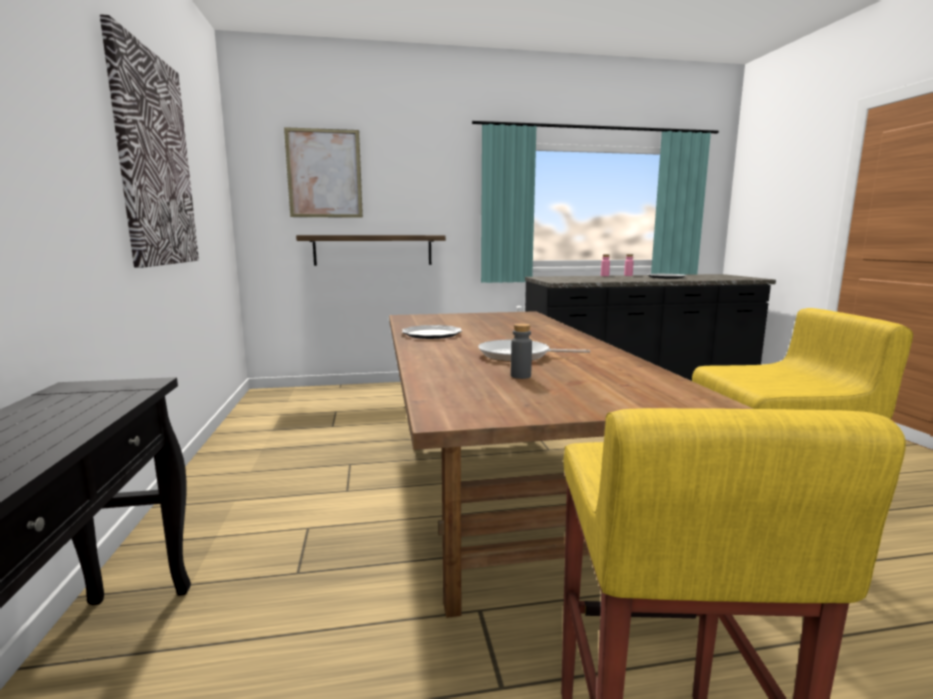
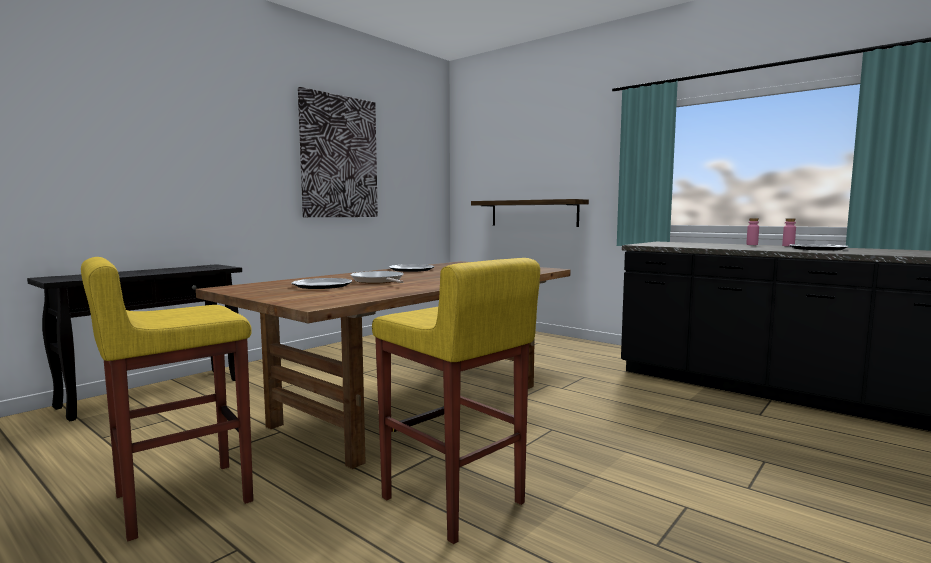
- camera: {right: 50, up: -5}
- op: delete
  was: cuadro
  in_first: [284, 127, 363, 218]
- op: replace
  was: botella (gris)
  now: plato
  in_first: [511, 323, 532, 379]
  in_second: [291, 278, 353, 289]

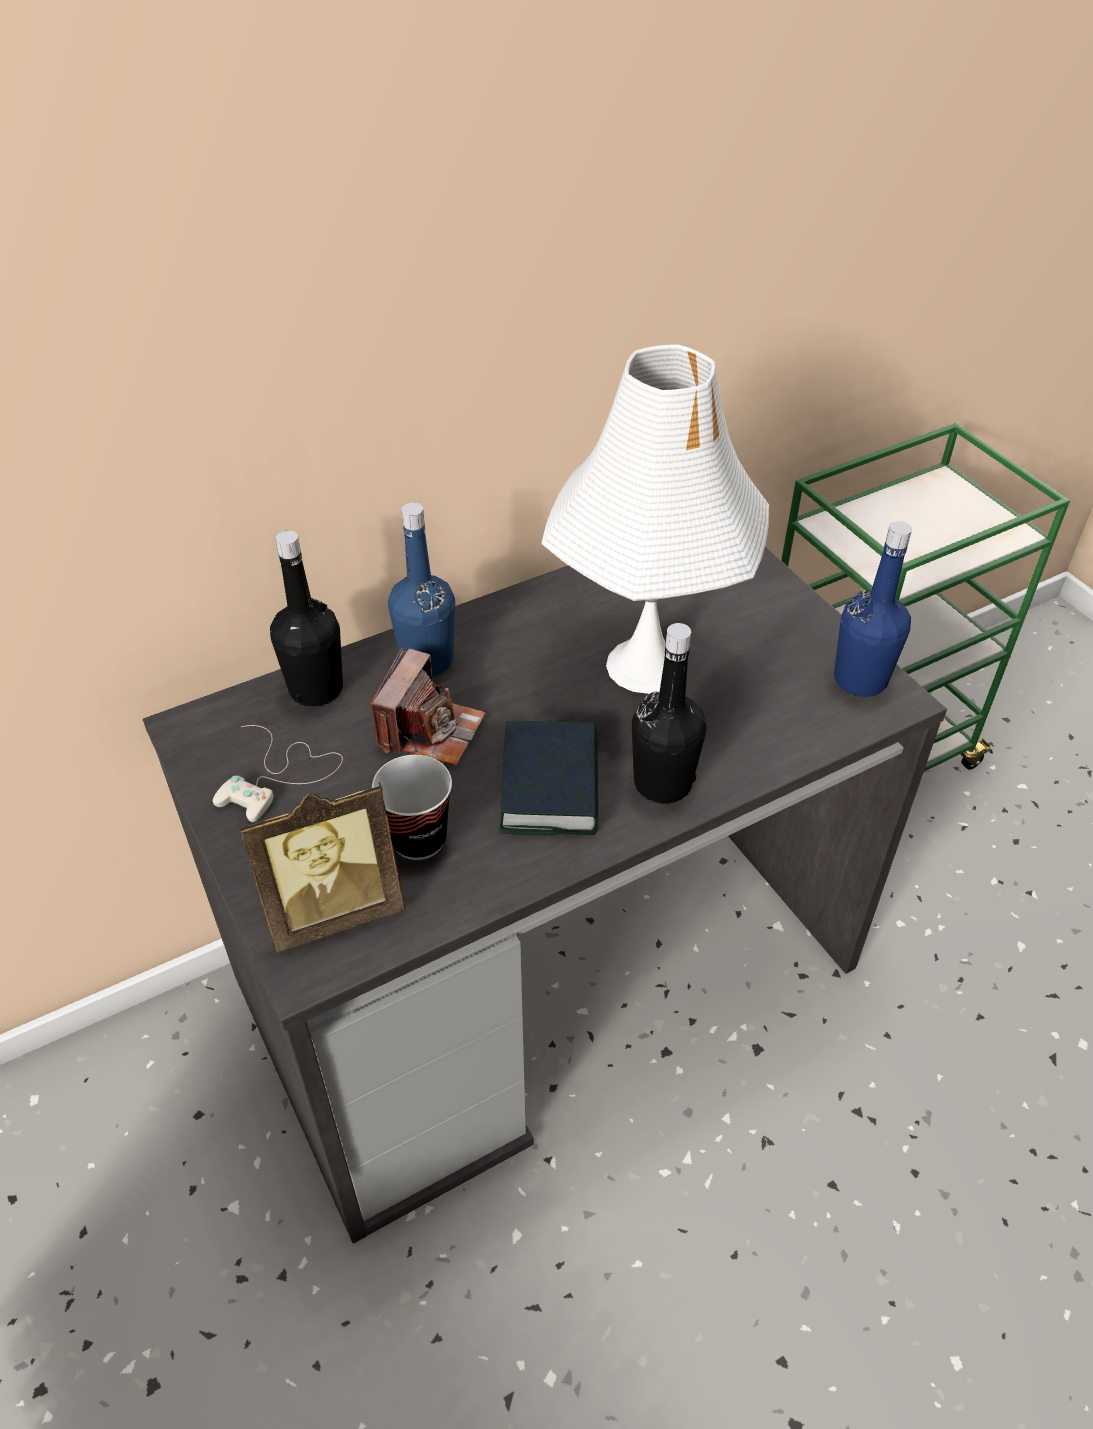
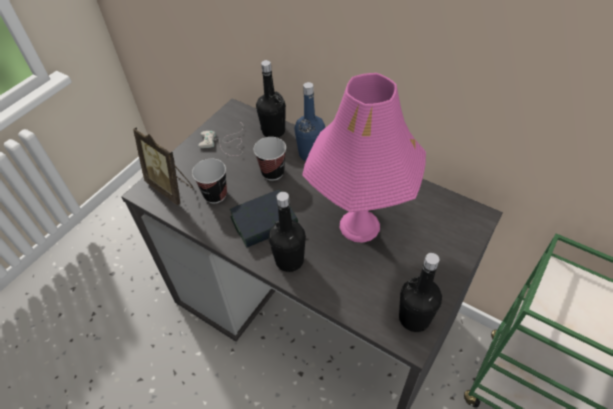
- camera: {right: 65, up: 5}
- op: replace
  was: cámara
  now: taza
  in_first: [371, 648, 486, 766]
  in_second: [254, 137, 286, 181]
- op: recolor
  was: lámpara de mesa (blanco)
  now: lámpara de mesa (rosa)
  in_first: [541, 345, 769, 694]
  in_second: [302, 73, 426, 243]
- op: recolor
  was: botella (azul)
  now: botella (negro)
  in_first: [834, 521, 912, 697]
  in_second: [399, 253, 442, 332]

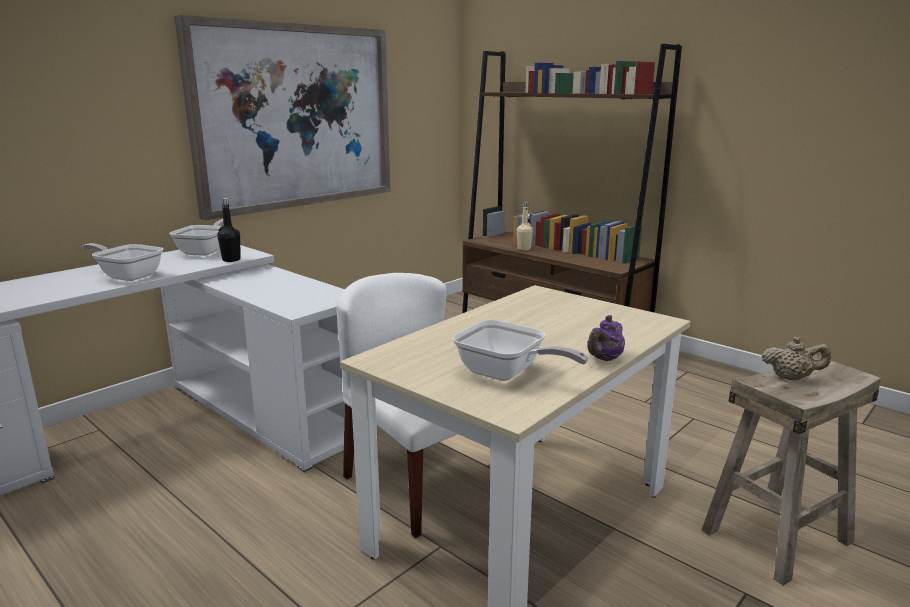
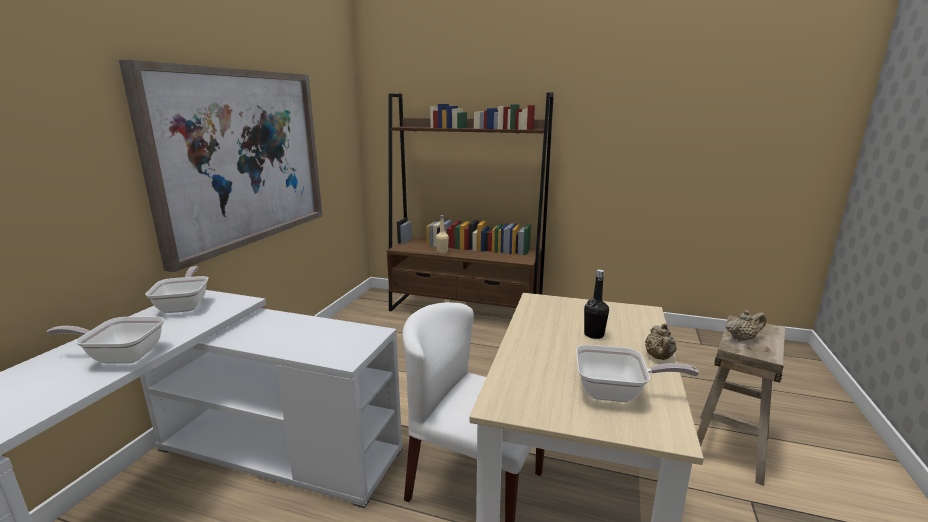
- camera: {right: -25, up: 0}
- op: move
  was: botella (negro)
  in_first: [217, 198, 241, 262]
  in_second: [584, 269, 609, 339]
- op: recolor
  was: tetera (morado)
  now: tetera (beis)
  in_first: [587, 315, 625, 361]
  in_second: [645, 323, 677, 360]

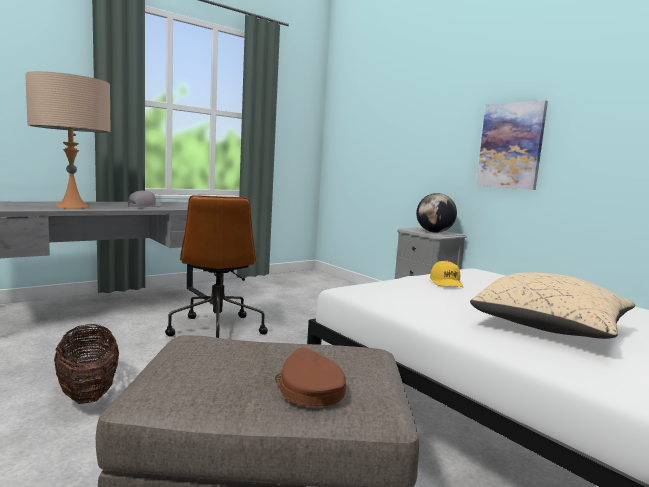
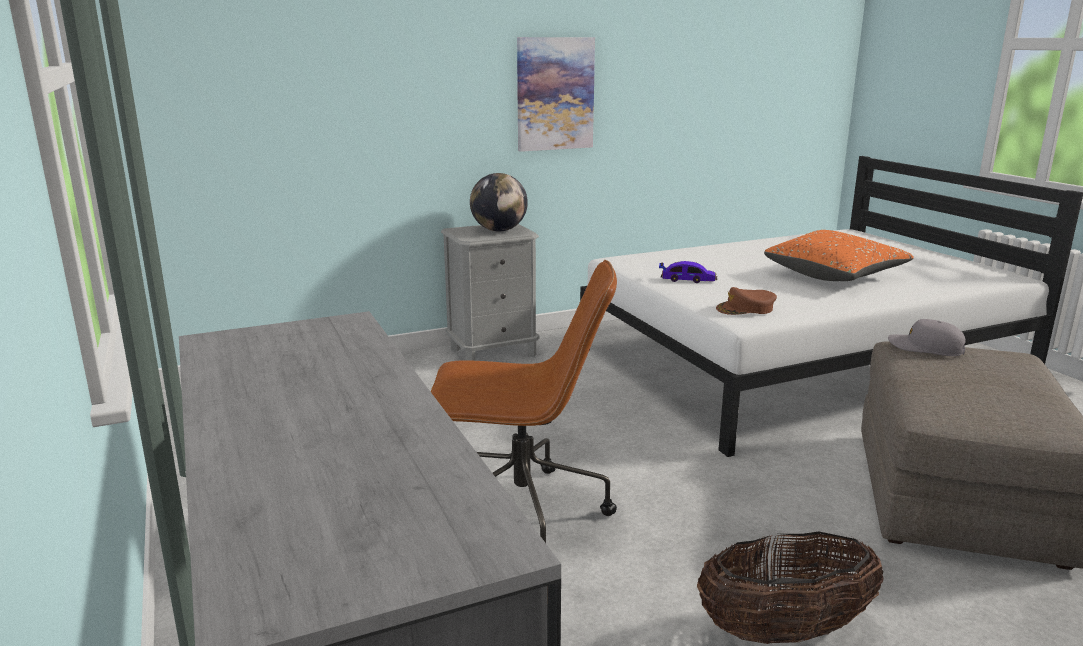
- camera: {right: -75, up: 10}
- op: delete
  was: lámpara de mesa (beis)
  in_first: [25, 71, 111, 209]
- op: move
  was: gorra (gris)
  in_first: [128, 190, 162, 207]
  in_second: [888, 319, 966, 356]
- op: move
  was: gorra (marrón)
  in_first: [275, 348, 346, 407]
  in_second: [716, 287, 777, 315]
- op: replace
  was: gorra (amarillo)
  now: coche de juguete
  in_first: [430, 261, 463, 287]
  in_second: [659, 261, 717, 283]
- op: recolor
  was: cojín (beis)
  now: cojín (naranja)
  in_first: [470, 272, 636, 339]
  in_second: [764, 230, 914, 281]

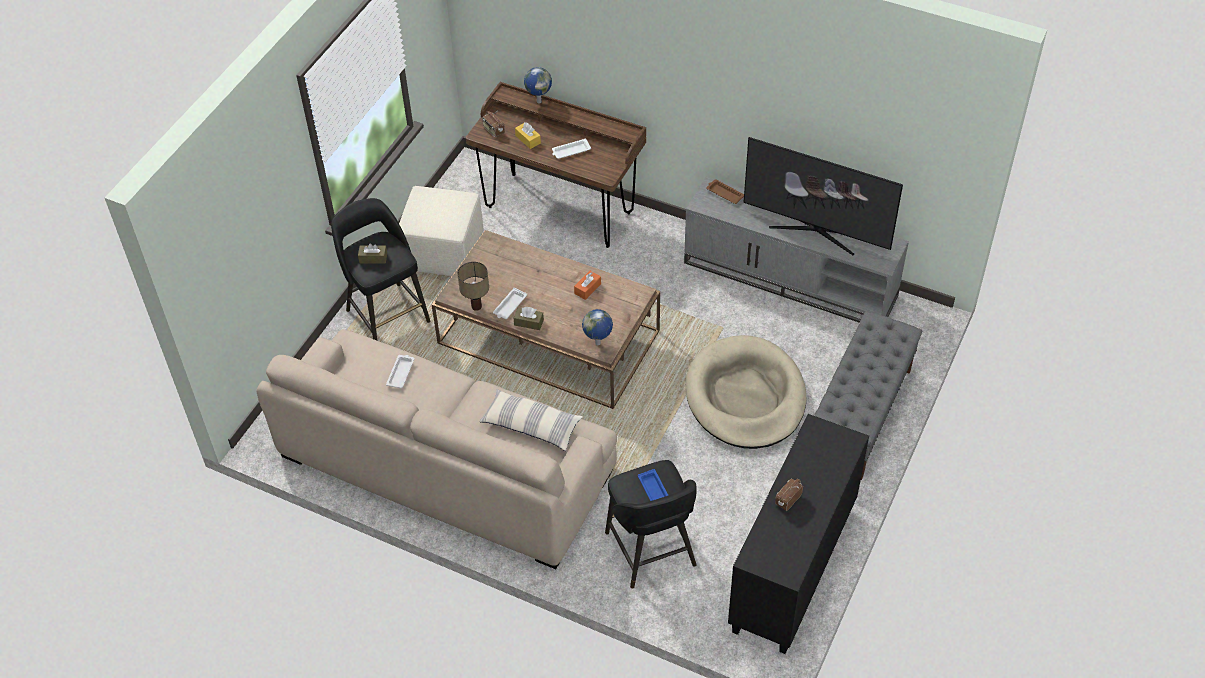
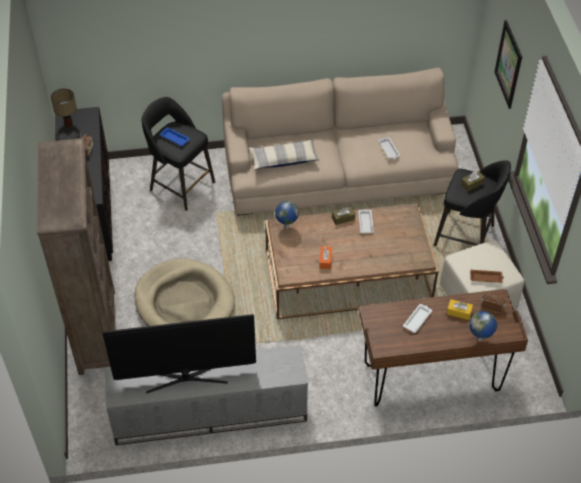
- camera: {right: 145, up: 0}
- op: move
  was: lámpara de mesa
  in_first: [457, 262, 489, 311]
  in_second: [51, 88, 77, 128]
- op: move
  was: bandeja (marrón)
  in_first: [706, 179, 744, 204]
  in_second: [470, 270, 504, 283]
- op: replace
  was: banco (gris)
  now: estantería (marrón)
  in_first: [814, 311, 922, 480]
  in_second: [37, 138, 115, 375]
- op: insert
  now: cuadro
  in_second: [495, 20, 522, 109]

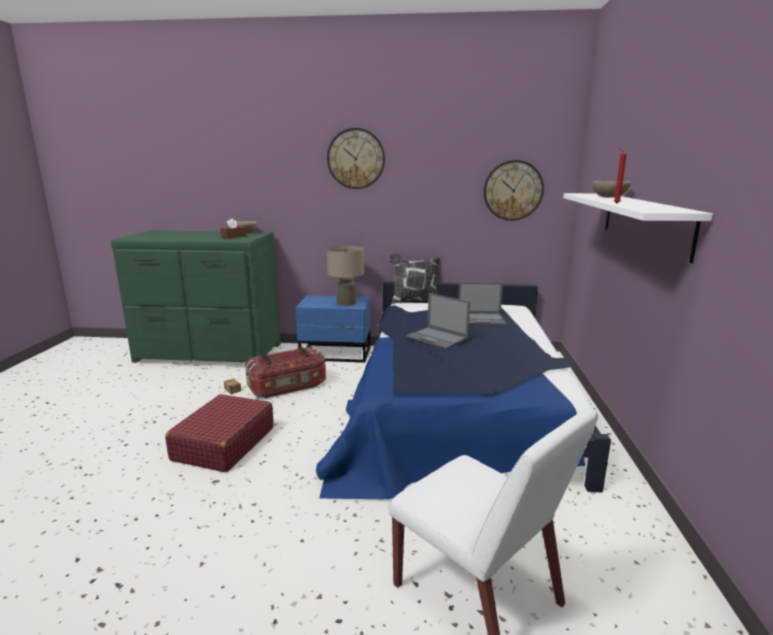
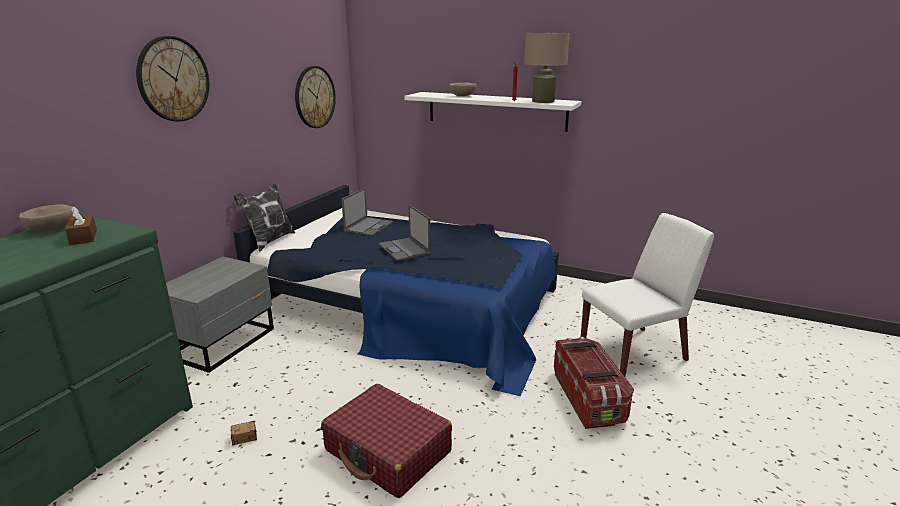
- camera: {right: -70, up: 5}
- op: move
  was: caja de almacenaje
  in_first: [245, 347, 326, 398]
  in_second: [554, 337, 634, 429]
- op: recolor
  was: mesita de noche (azul)
  now: mesita de noche (gris)
  in_first: [295, 295, 371, 363]
  in_second: [166, 257, 274, 373]
- op: move
  was: lámpara de mesa (beis)
  in_first: [327, 246, 364, 306]
  in_second: [524, 33, 570, 103]
- op: rotate
  was: portátil
  in_first: [406, 293, 470, 349]
  in_second: [378, 205, 431, 261]
  clockwise: 90

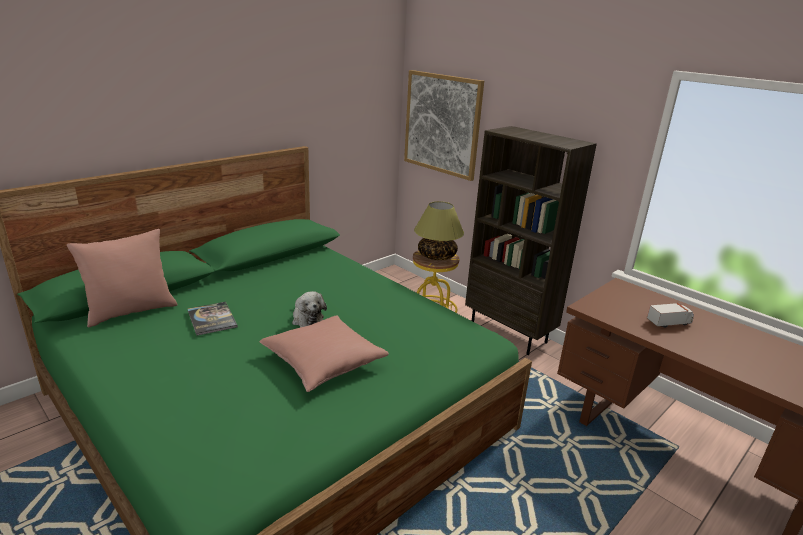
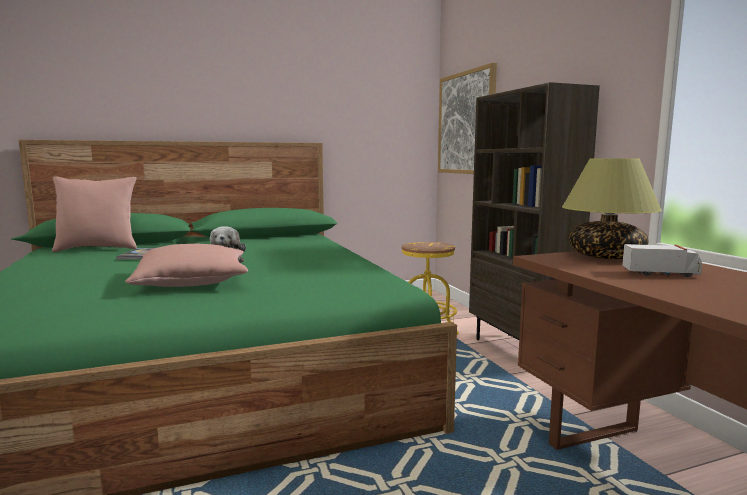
- camera: {right: 25, up: -15}
- op: move
  was: lámpara de mesa
  in_first: [414, 201, 464, 260]
  in_second: [562, 158, 662, 259]

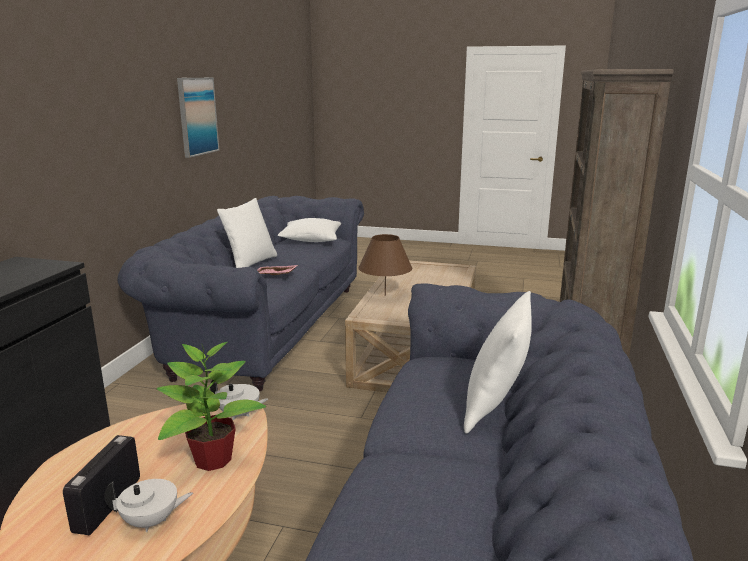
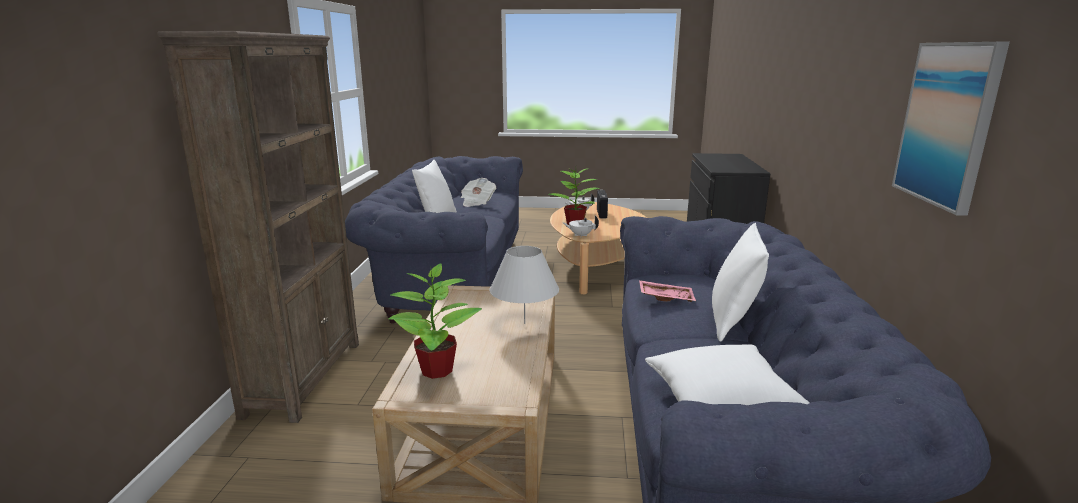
- camera: {right: 170, up: 0}
- op: recolor
  was: lámpara de mesa (marrón)
  now: lámpara de mesa (blanco)
  in_first: [358, 234, 412, 296]
  in_second: [490, 246, 559, 324]
- op: insert
  now: planta en maceta
  in_second: [388, 263, 482, 379]
- op: insert
  now: periódico
  in_second: [461, 178, 496, 207]

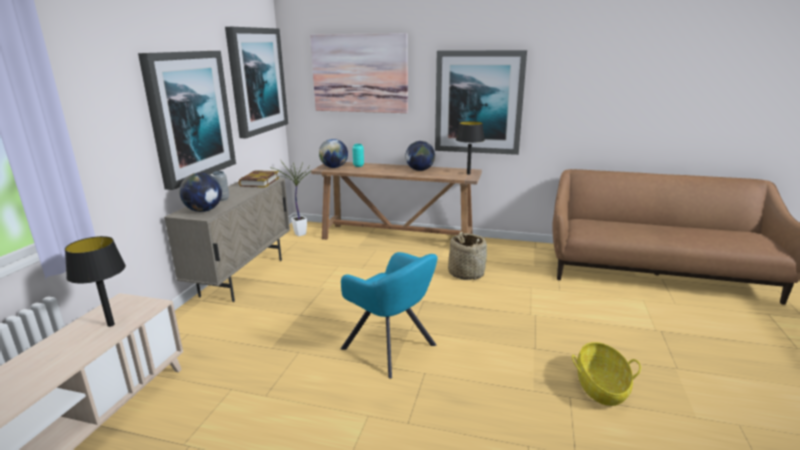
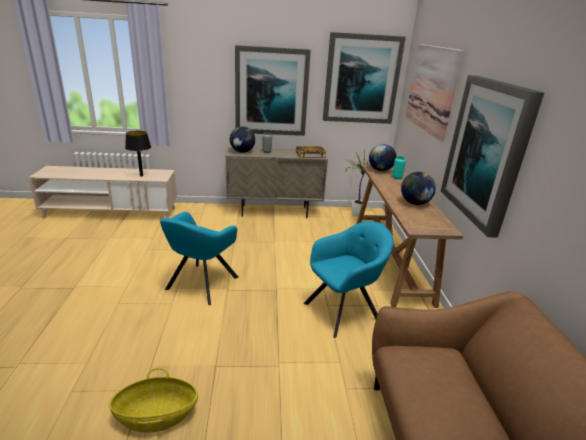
- camera: {right: 70, up: 5}
- op: replace
  was: cesta
  now: sillón (turquesa)
  in_first: [448, 232, 487, 280]
  in_second: [304, 221, 393, 338]
- op: delete
  was: lámpara de mesa (negro)
  in_first: [456, 121, 485, 174]

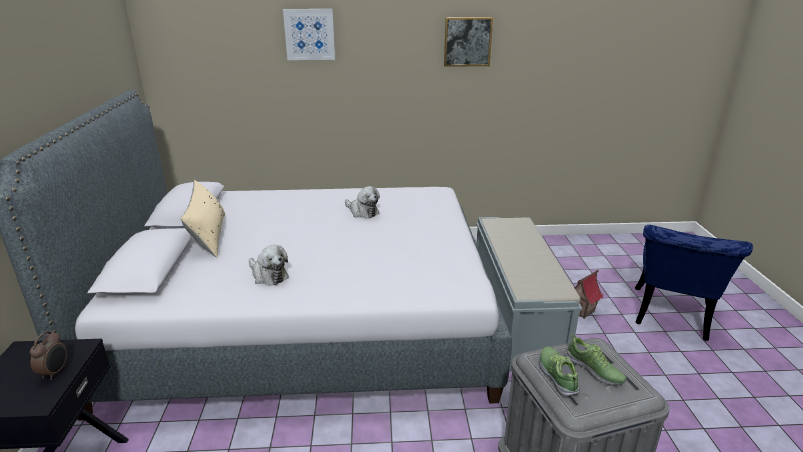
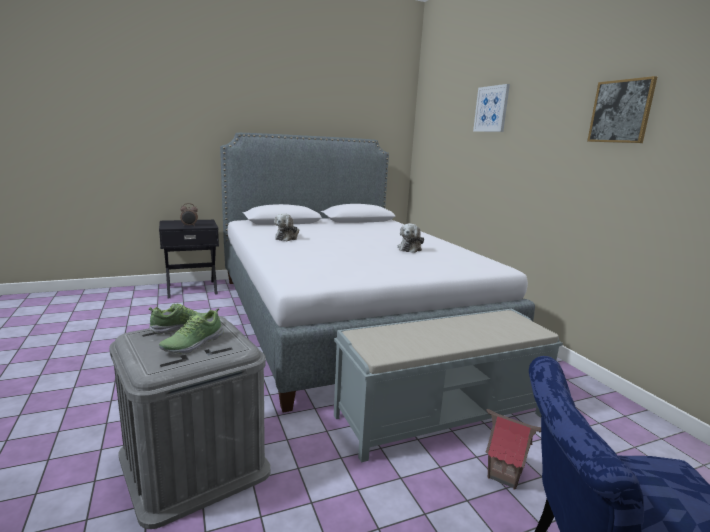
- camera: {right: 70, up: -10}
- op: delete
  was: cojín (beis)
  in_first: [180, 180, 225, 258]

